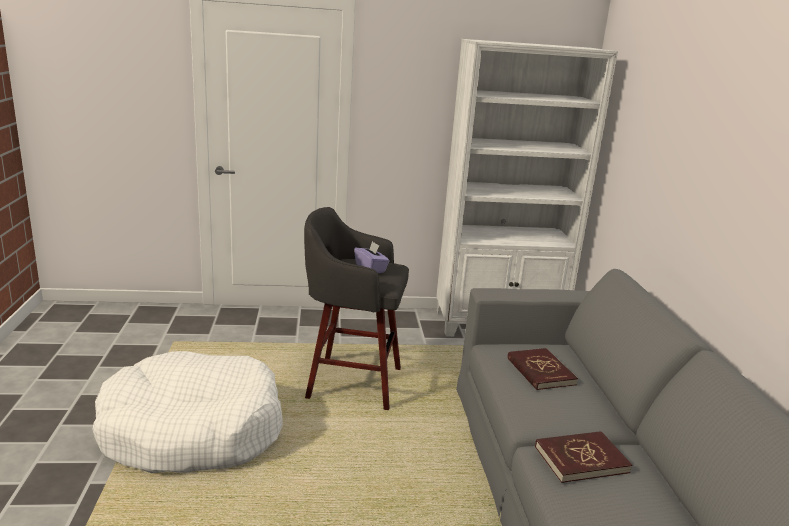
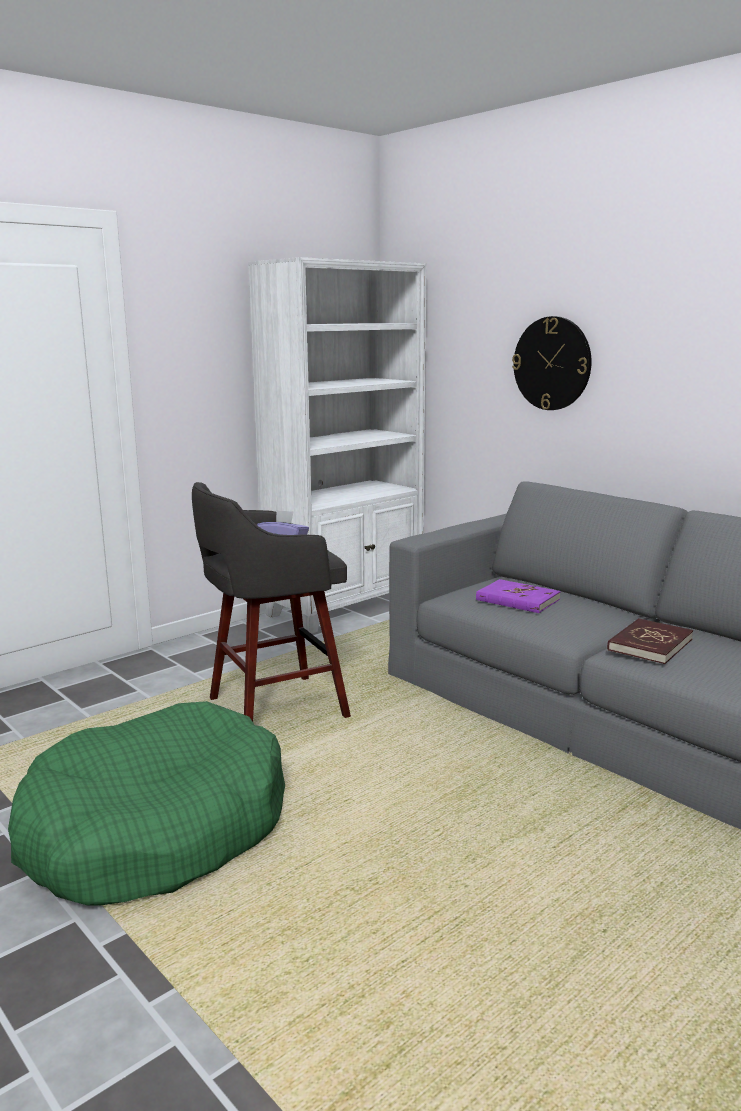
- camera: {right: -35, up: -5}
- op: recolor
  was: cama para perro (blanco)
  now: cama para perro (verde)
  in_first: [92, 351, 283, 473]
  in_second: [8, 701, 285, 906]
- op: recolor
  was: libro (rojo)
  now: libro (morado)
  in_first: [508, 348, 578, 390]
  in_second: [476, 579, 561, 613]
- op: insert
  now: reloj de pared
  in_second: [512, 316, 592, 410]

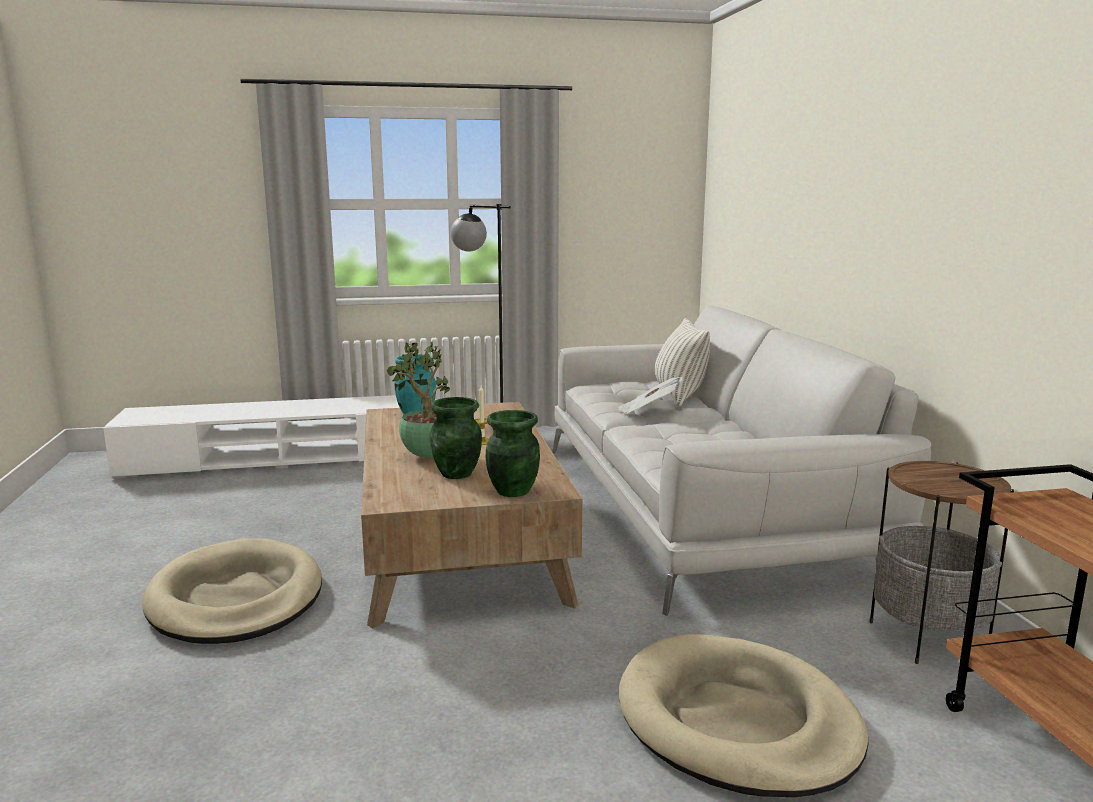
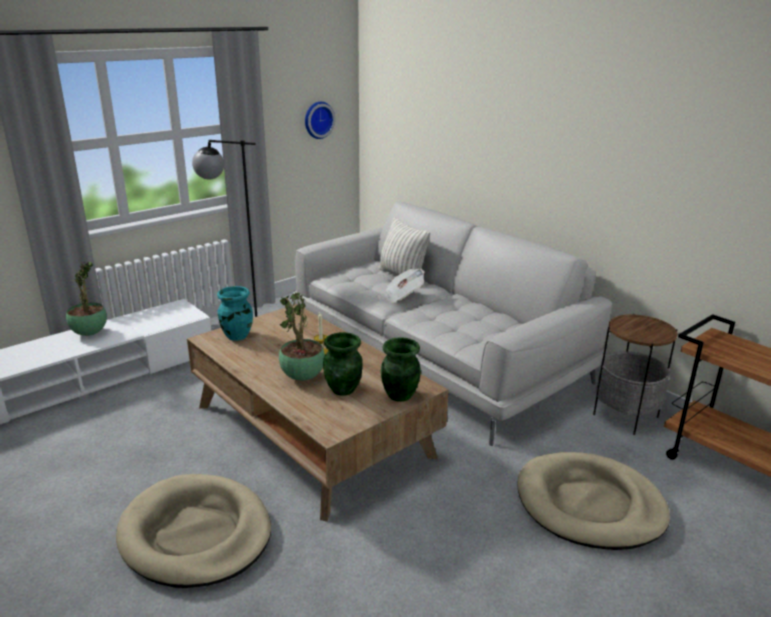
- camera: {right: -30, up: 10}
- op: insert
  now: planta en maceta
  in_second: [66, 262, 107, 336]
- op: insert
  now: reloj de pared
  in_second: [305, 102, 335, 139]

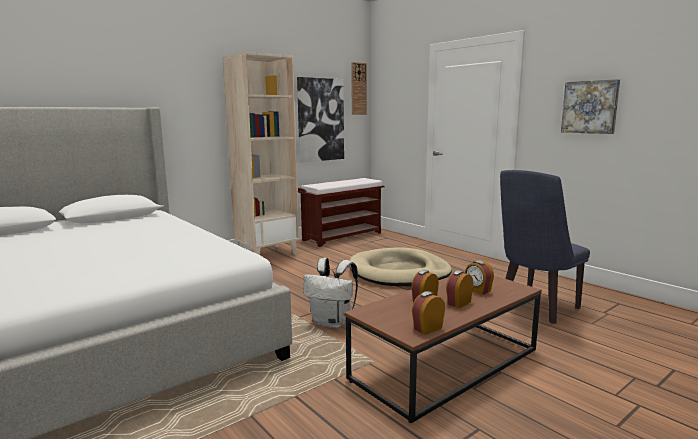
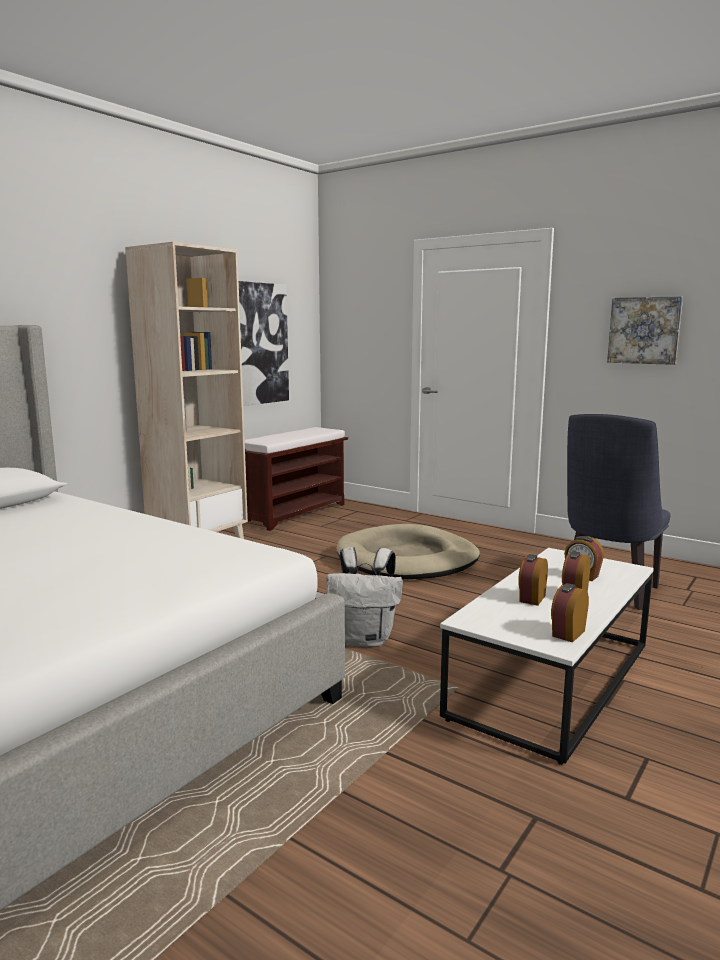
- camera: {right: -15, up: 0}
- op: recolor
  was: mesa de centro (marrón)
  now: mesa de centro (blanco)
  in_first: [344, 272, 542, 423]
  in_second: [440, 548, 654, 765]
- op: delete
  was: reloj de pared
  in_first: [351, 62, 367, 115]

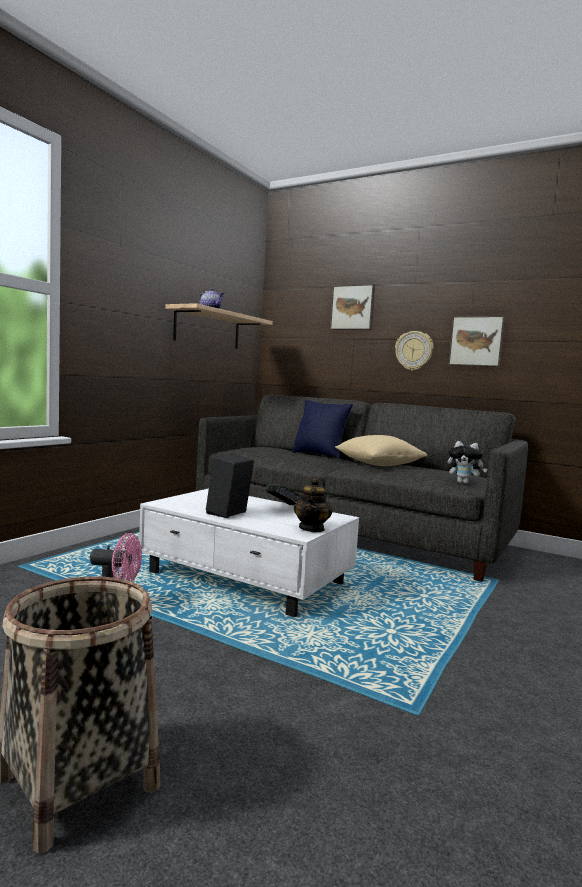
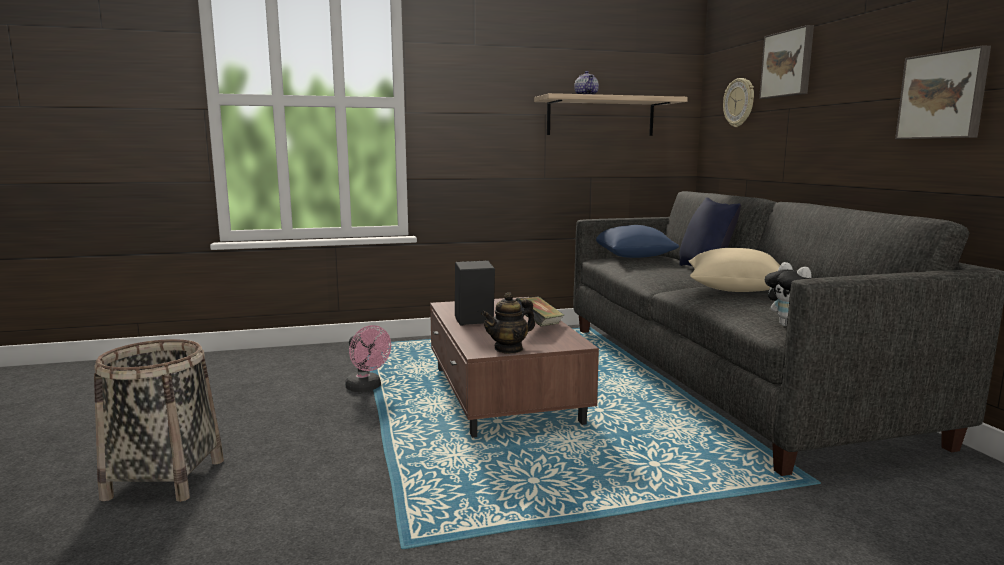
- camera: {right: 45, up: 5}
- op: recolor
  was: mesa de centro (blanco)
  now: mesa de centro (marrón)
  in_first: [139, 488, 359, 617]
  in_second: [430, 297, 599, 438]
- op: move
  was: reloj de pared
  in_first: [395, 331, 434, 371]
  in_second: [723, 78, 754, 127]
- op: insert
  now: cojín (azul)
  in_second: [596, 225, 679, 258]

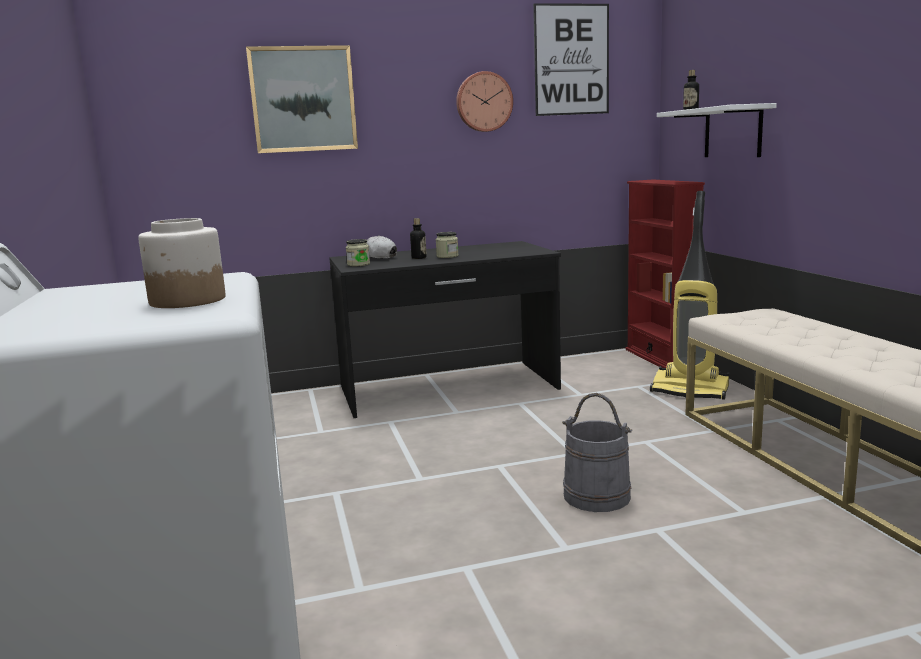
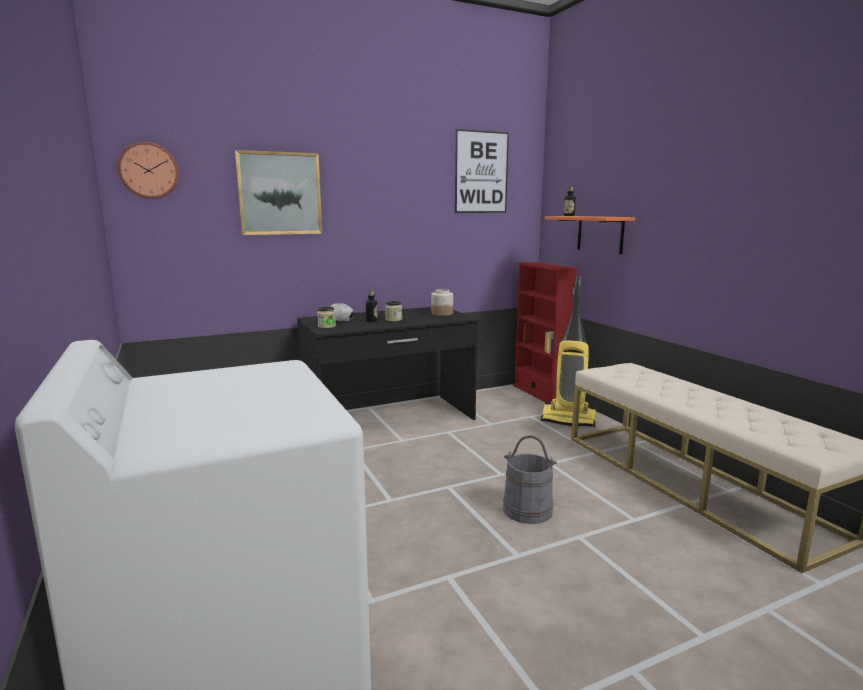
- camera: {right: -10, up: 0}
- op: move
  was: tarro
  in_first: [138, 218, 226, 308]
  in_second: [431, 289, 453, 316]
- op: move
  was: reloj de pared
  in_first: [456, 71, 513, 132]
  in_second: [118, 142, 179, 199]
- op: recolor
  was: estante (blanco)
  now: estante (naranja)
  in_first: [657, 103, 777, 157]
  in_second: [545, 216, 635, 254]

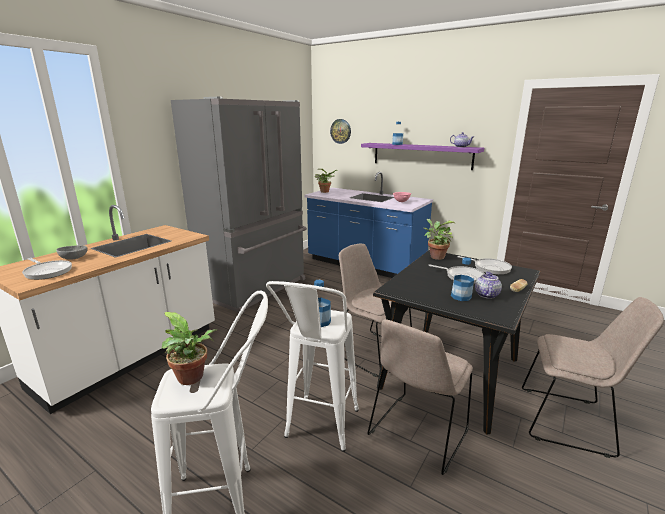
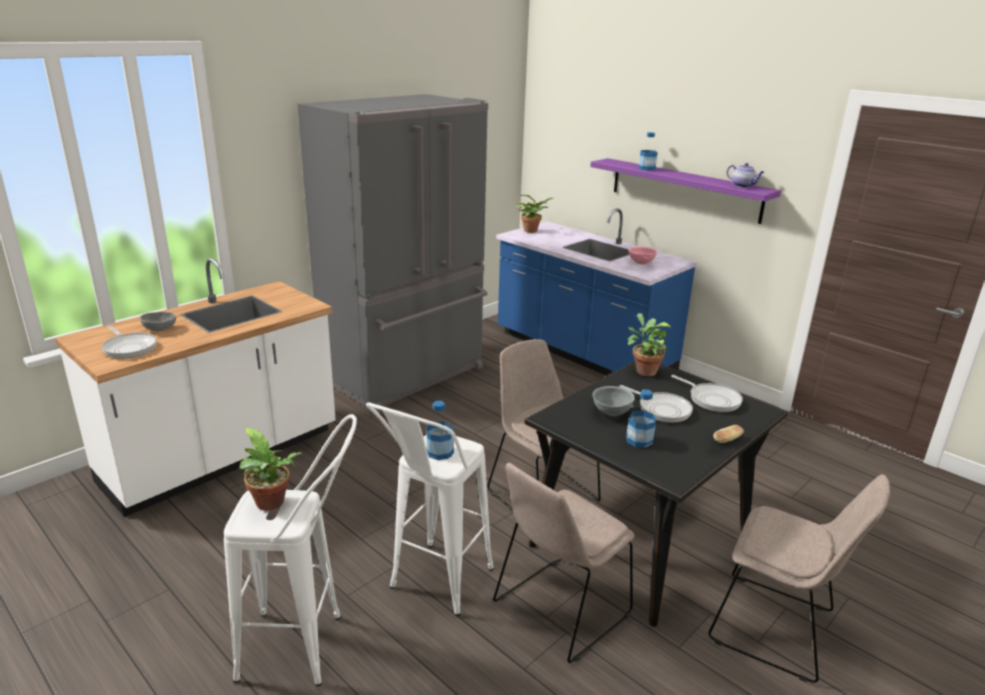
- camera: {right: 10, up: 5}
- op: delete
  was: reloj de pared
  in_first: [330, 119, 351, 144]
- op: delete
  was: tetera
  in_first: [475, 271, 502, 299]
- op: insert
  now: cuenco (gris)
  in_second: [592, 386, 635, 416]

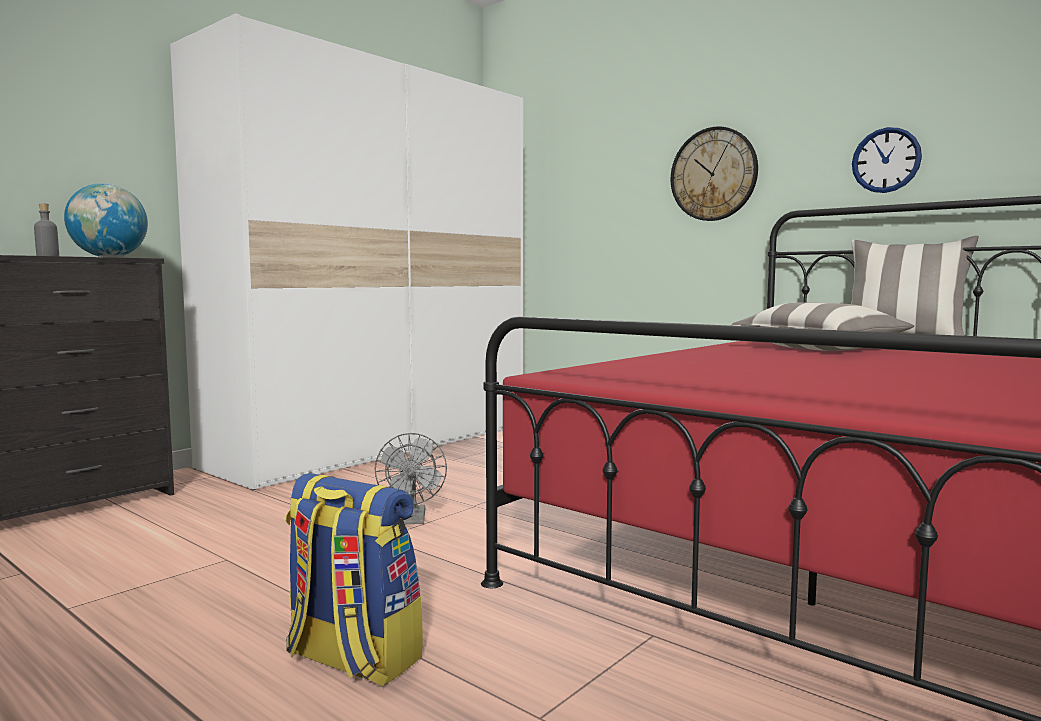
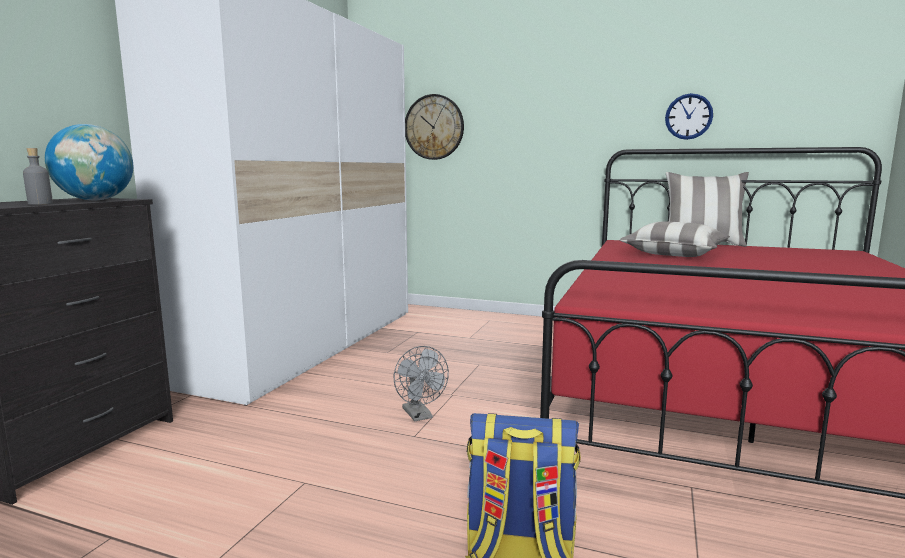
- camera: {right: -20, up: 5}
- op: move
  was: reloj de pared
  in_first: [671, 126, 758, 221]
  in_second: [405, 94, 464, 160]

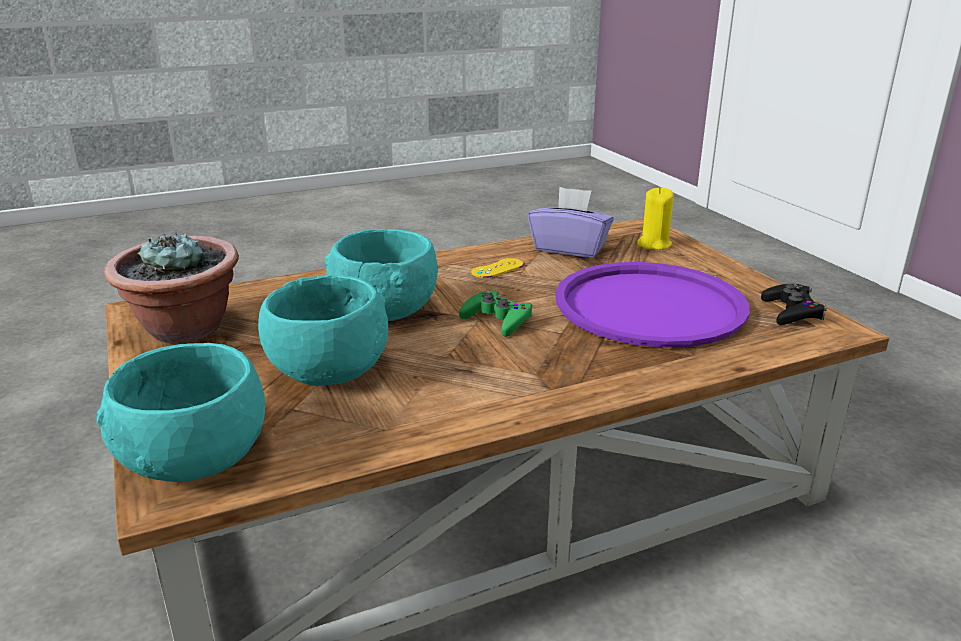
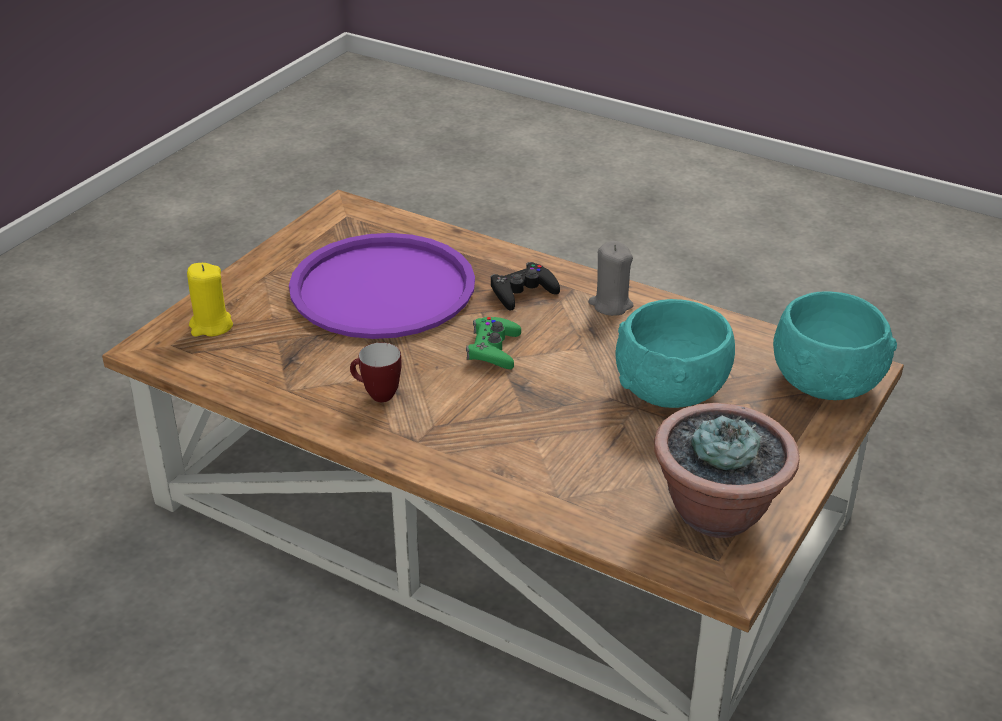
- camera: {right: -125, up: 10}
- op: delete
  was: cuenco (turquesa)
  in_first: [325, 229, 438, 321]
- op: replace
  was: mando de consola (amarillo)
  now: taza grande
  in_first: [472, 258, 523, 278]
  in_second: [350, 342, 402, 402]
- op: delete
  was: caja de pañuelos (morado)
  in_first: [528, 187, 614, 258]
- op: move
  was: mando de consola (negro)
  in_first: [761, 284, 827, 325]
  in_second: [490, 262, 560, 311]
- op: insert
  now: vela (gris)
  in_second: [588, 241, 634, 316]

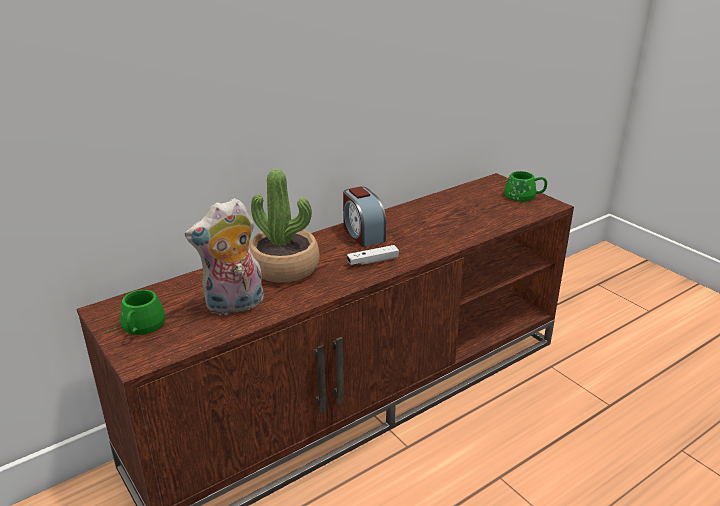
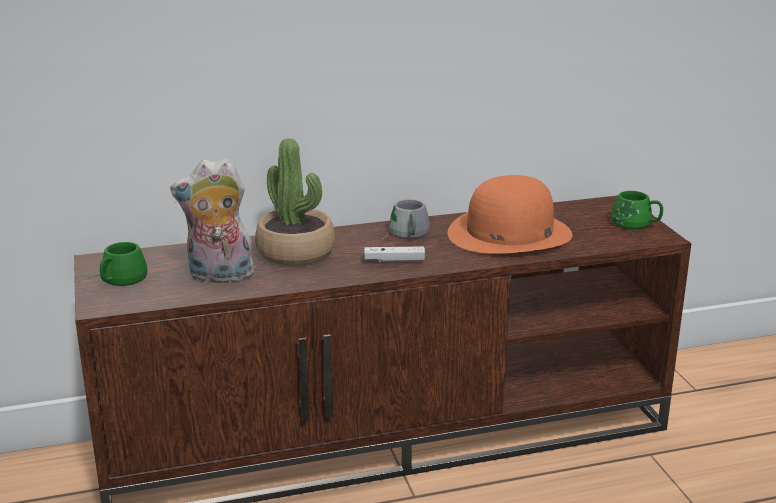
- camera: {right: 20, up: -5}
- op: replace
  was: despertador
  now: taza grande (gris)
  in_first: [343, 187, 386, 247]
  in_second: [382, 199, 430, 239]
- op: insert
  now: sombrero (naranja)
  in_second: [448, 175, 572, 254]

